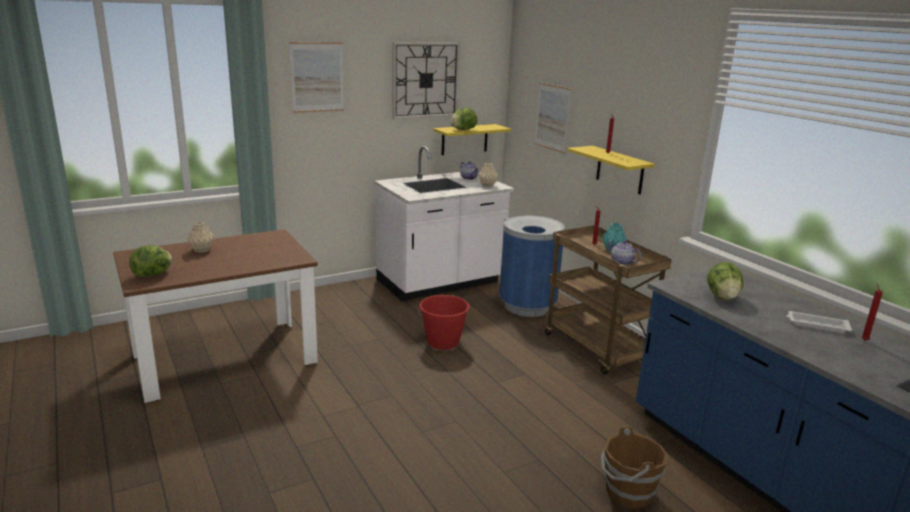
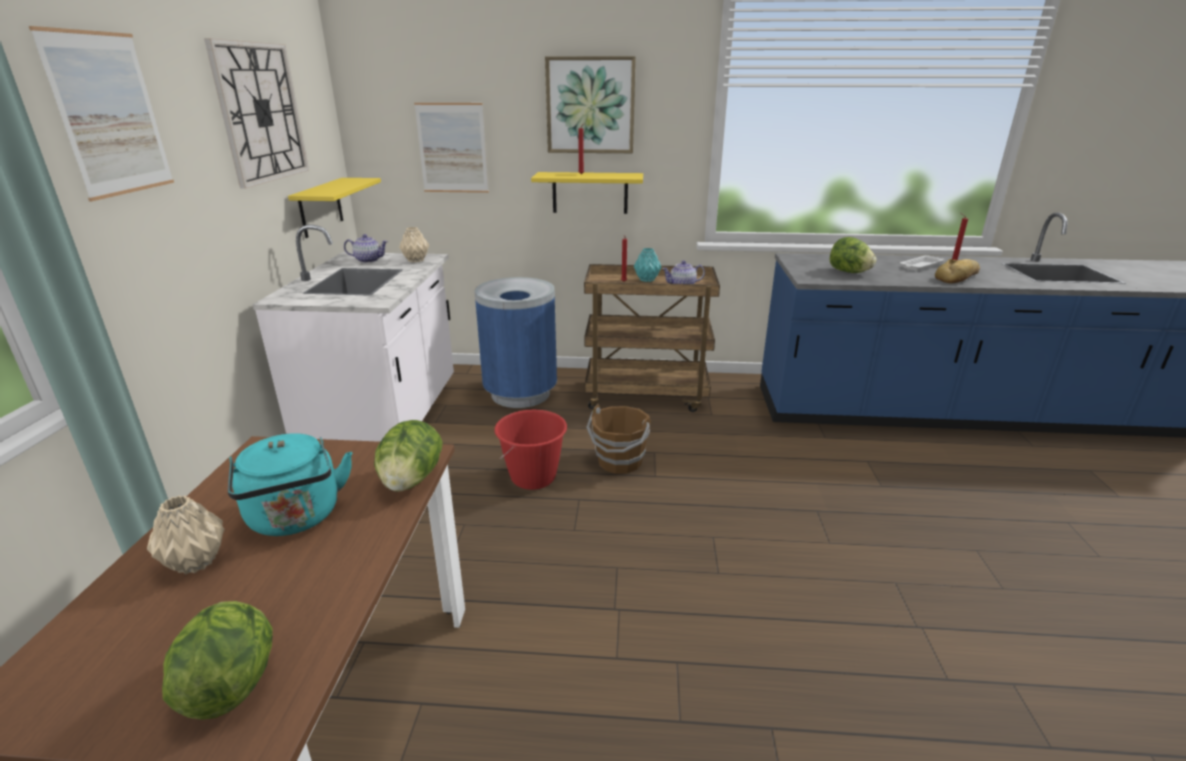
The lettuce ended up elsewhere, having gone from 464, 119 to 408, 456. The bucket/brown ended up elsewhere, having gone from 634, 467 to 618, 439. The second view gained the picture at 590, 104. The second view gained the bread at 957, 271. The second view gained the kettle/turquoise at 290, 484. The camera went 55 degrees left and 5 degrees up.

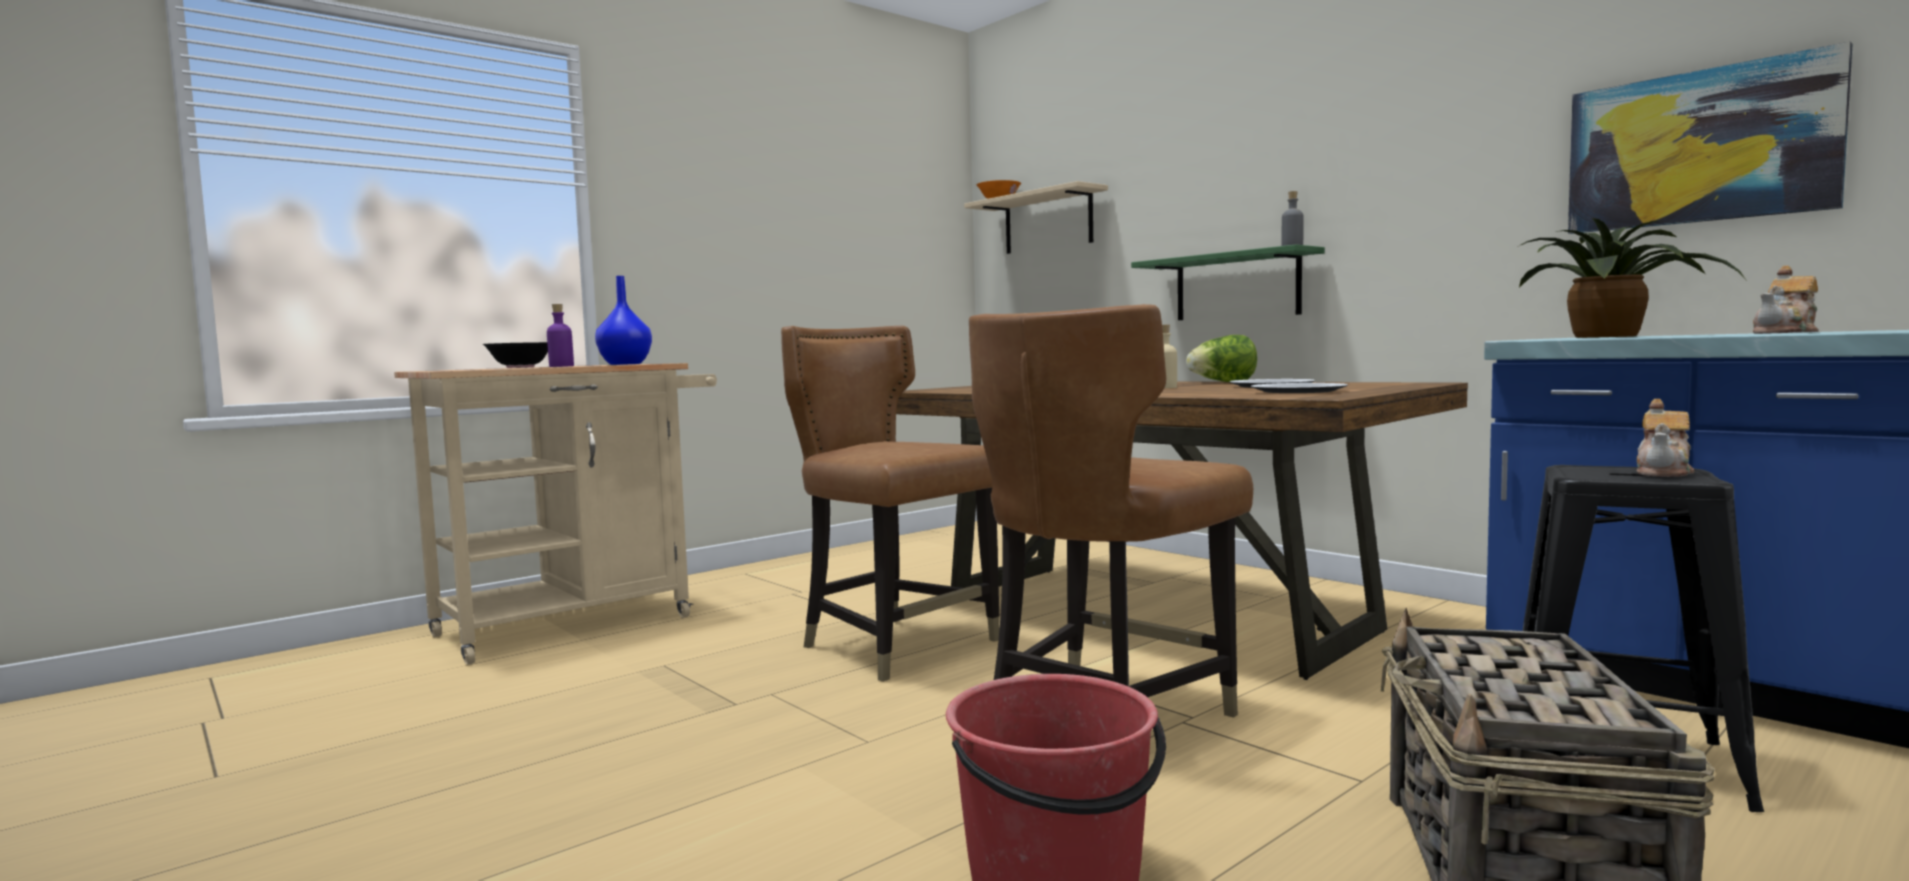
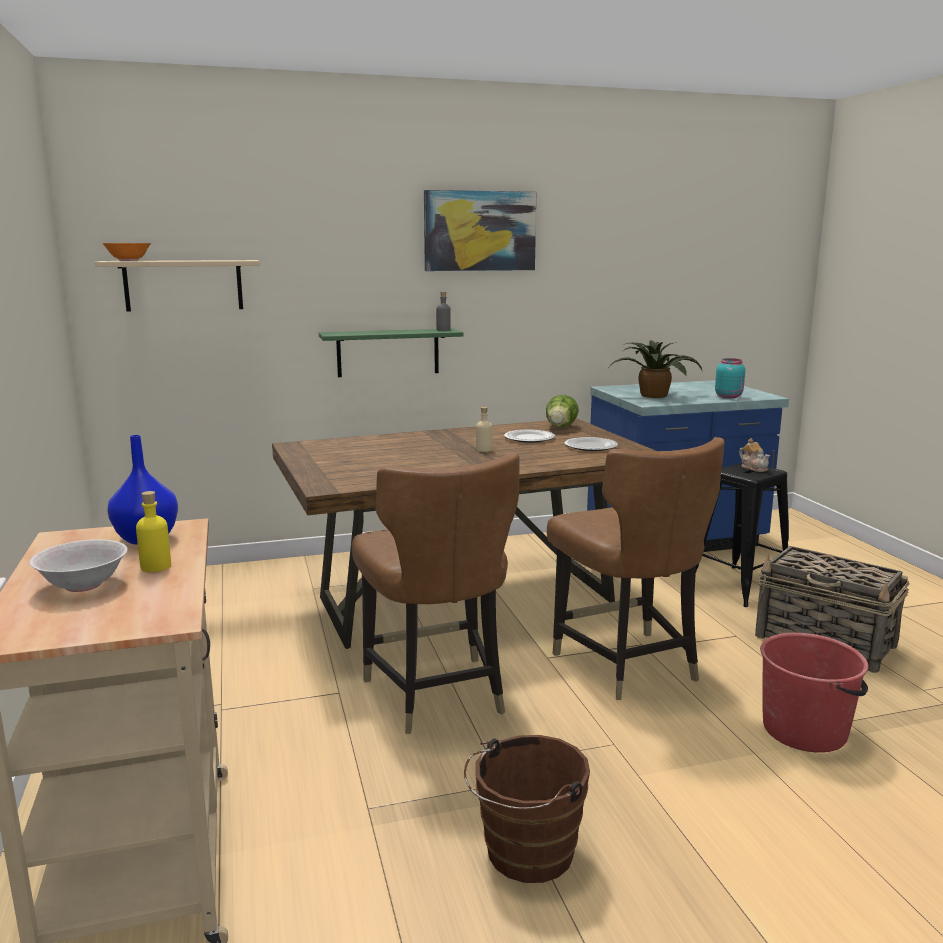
The picture ended up elsewhere, having gone from 1710, 138 to 480, 230. Where the teapot stood at 1786, 300, the jar/turquoise came to stand at 730, 378. What was the bottle/purple at 560, 335 turned into the bottle/yellow at 153, 531. The chair/brown at 890, 504 ended up facing another way, 90 degrees counterclockwise from before. The lettuce ended up elsewhere, having gone from 1221, 358 to 562, 411. What was the bowl/black at 515, 355 turned into the bowl/white at 78, 565. The second view gained the bucket/brown at 527, 809. The camera went 65 degrees left and 10 degrees up.

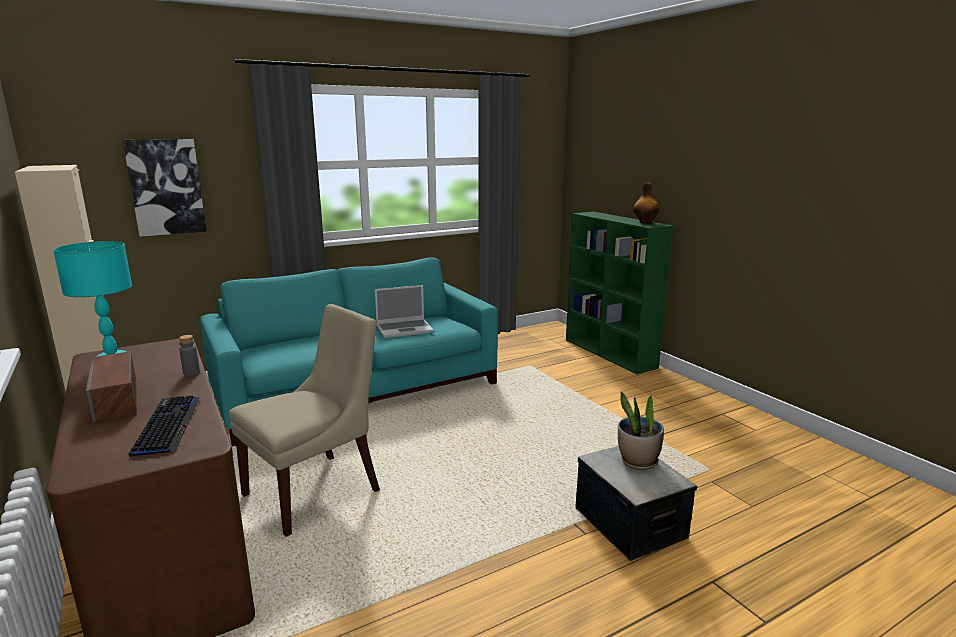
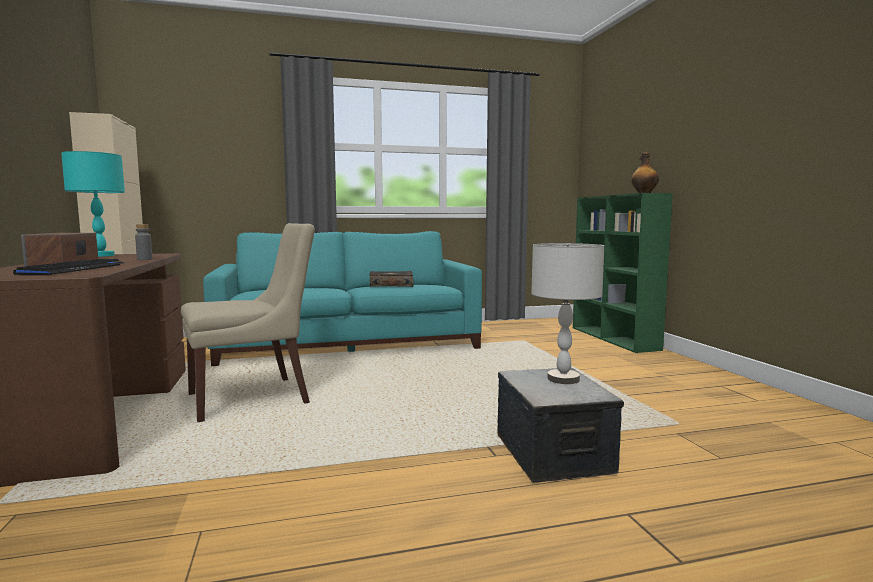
The second view lost the picture at 165, 188. Where the laptop stood at 404, 311, the book came to stand at 391, 279. Where the potted plant stood at 641, 430, the table lamp/grey came to stand at 567, 313. The camera went 15 degrees right and 10 degrees down.

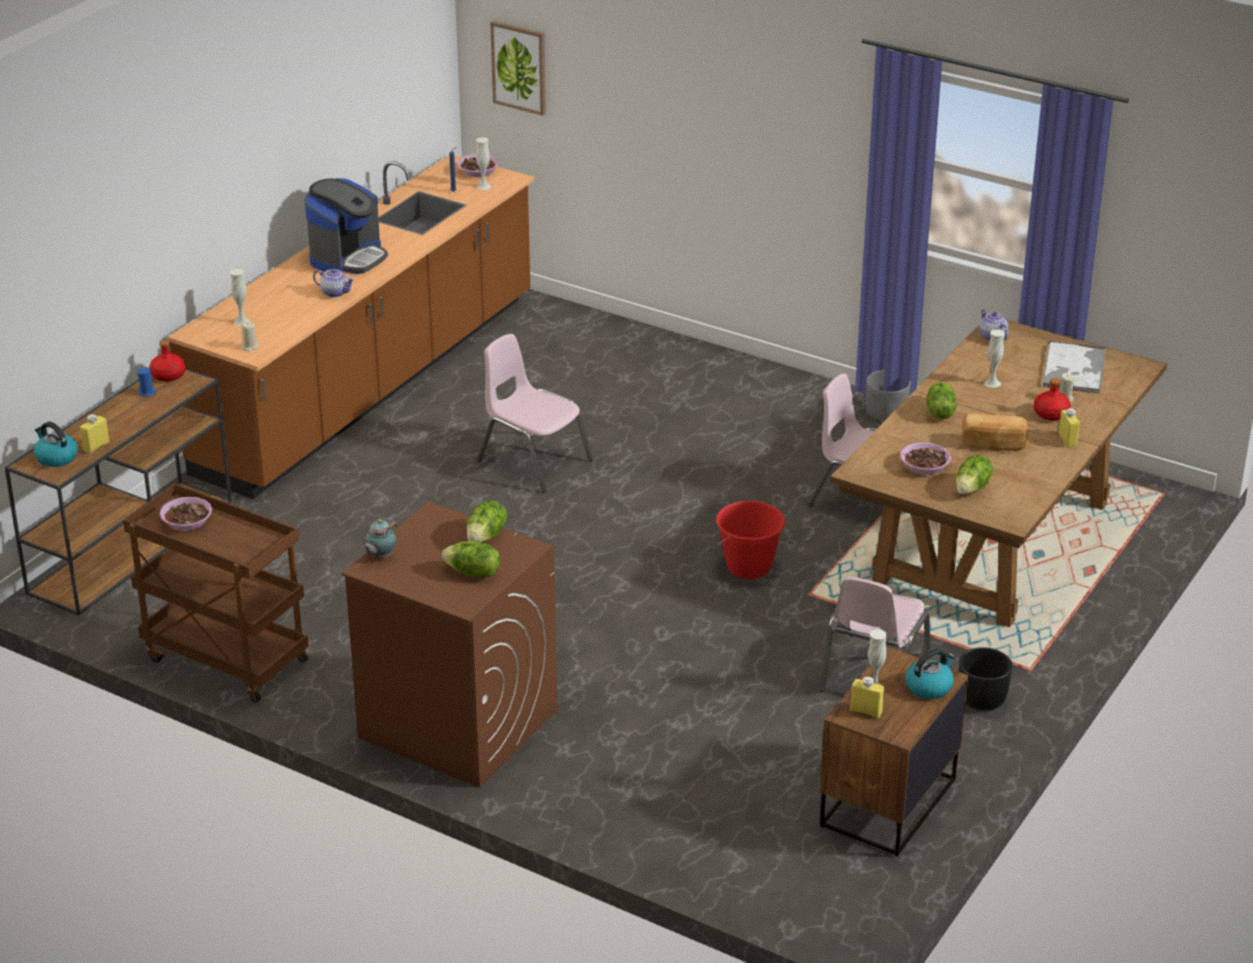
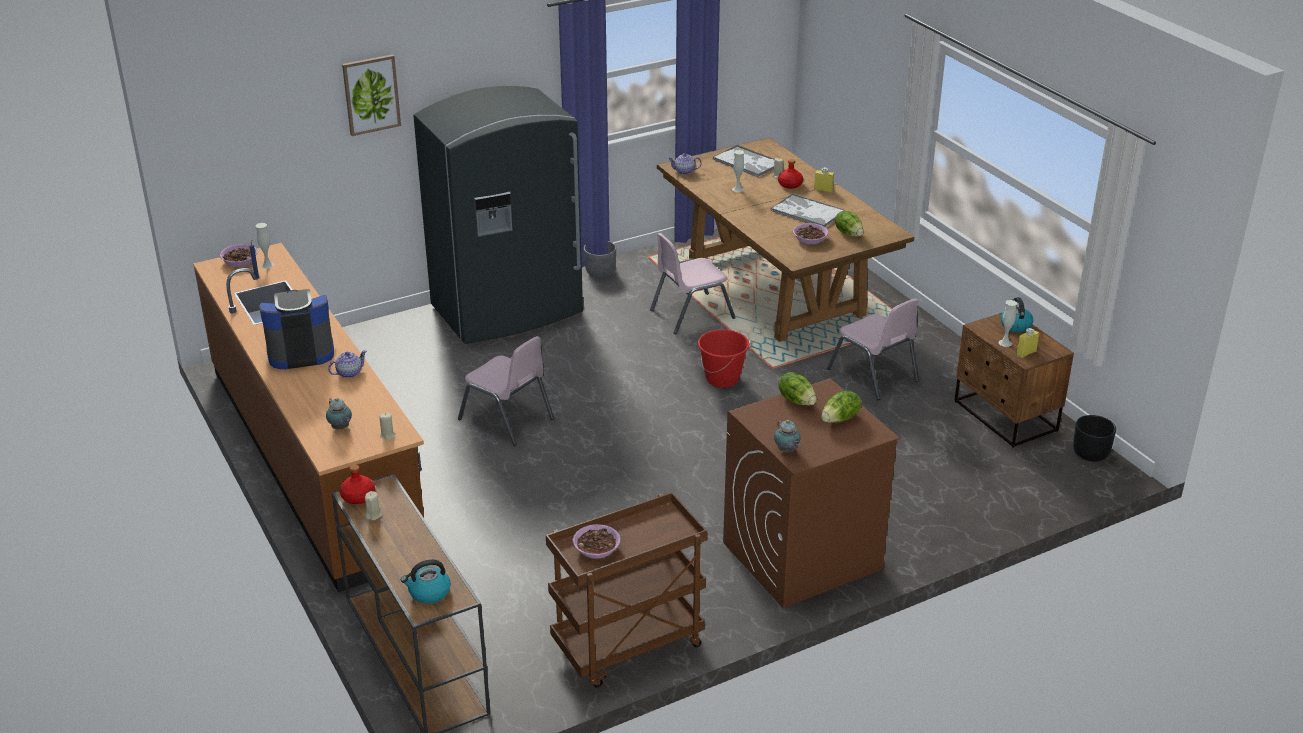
The picture ended up elsewhere, having gone from 518, 68 to 371, 95. The coffee machine at 346, 226 ended up facing another way, 75 degrees counterclockwise from before. Where the vase/white stood at 240, 297, the teapot came to stand at 339, 413. The chair/pink at 535, 413 ended up facing another way, 120 degrees counterclockwise from before. What was the candle/blue at 146, 381 turned into the candle/beige at 373, 505. The second view lost the lettuce at 941, 401. Where the bread stood at 994, 432, the tray came to stand at 807, 210. The second view lost the bottle/yellow at 94, 434. The planter/black ended up elsewhere, having gone from 986, 679 to 1094, 438. The second view gained the fridge/grey at 498, 215. The camera went 60 degrees left and 0 degrees up.

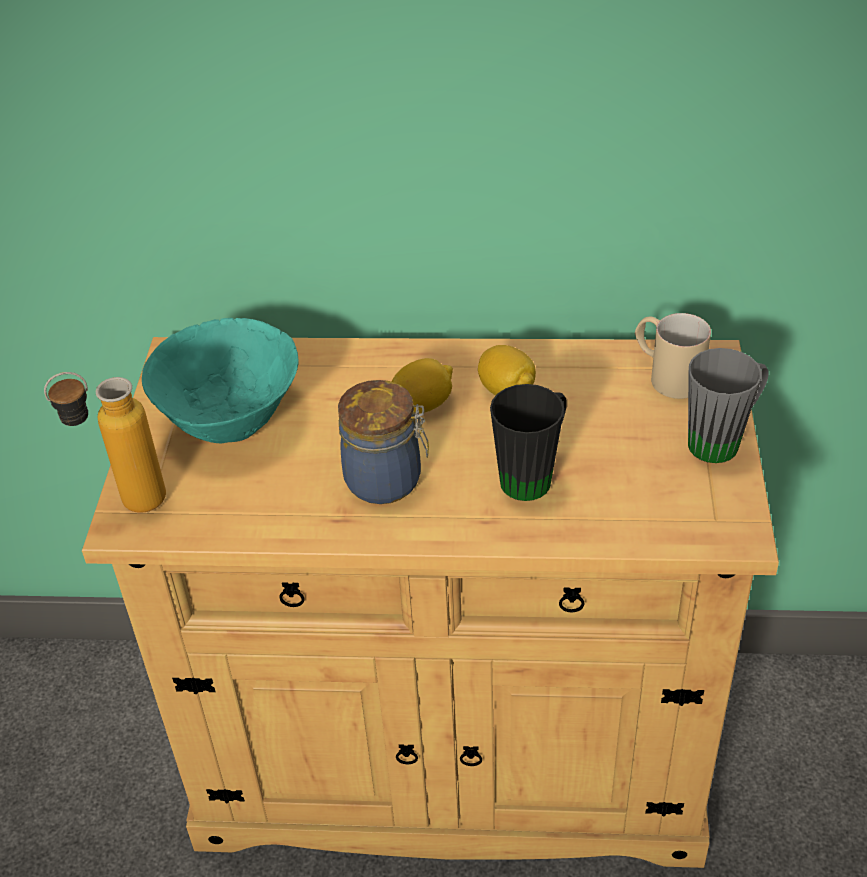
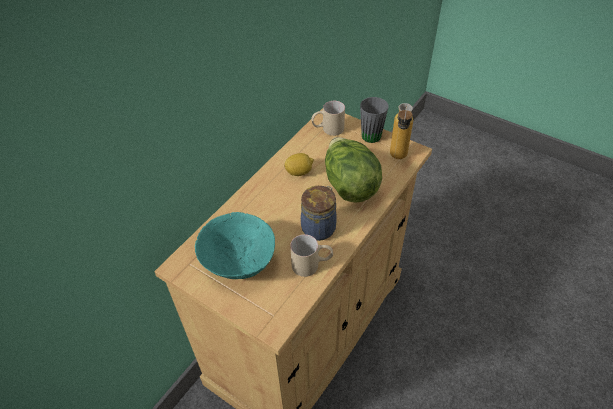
The second view lost the lemon at 422, 385. The bottle ended up elsewhere, having gone from 105, 442 to 401, 131. Where the mug/black stood at 528, 442, the lettuce came to stand at 353, 170. The second view gained the mug/beige at 311, 255. The camera went 60 degrees left and 5 degrees up.

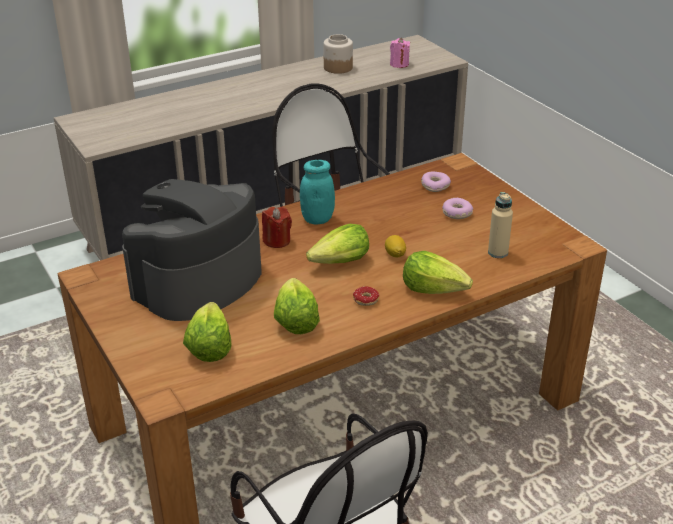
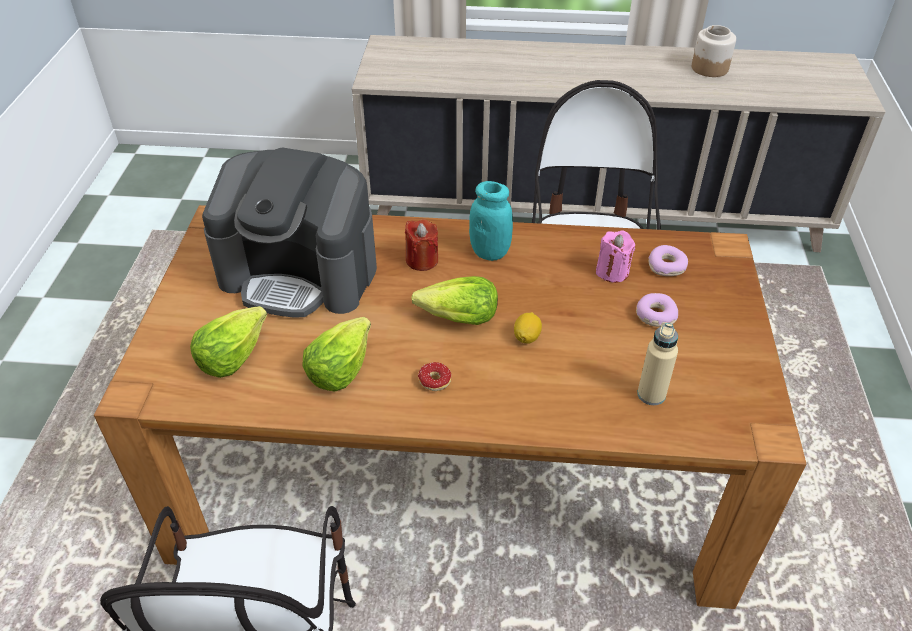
The candle/pink ended up elsewhere, having gone from 400, 53 to 615, 257. The coffee machine at 191, 250 ended up facing another way, 150 degrees counterclockwise from before. The second view lost the lettuce at 438, 272. The camera went 35 degrees right and 10 degrees up.

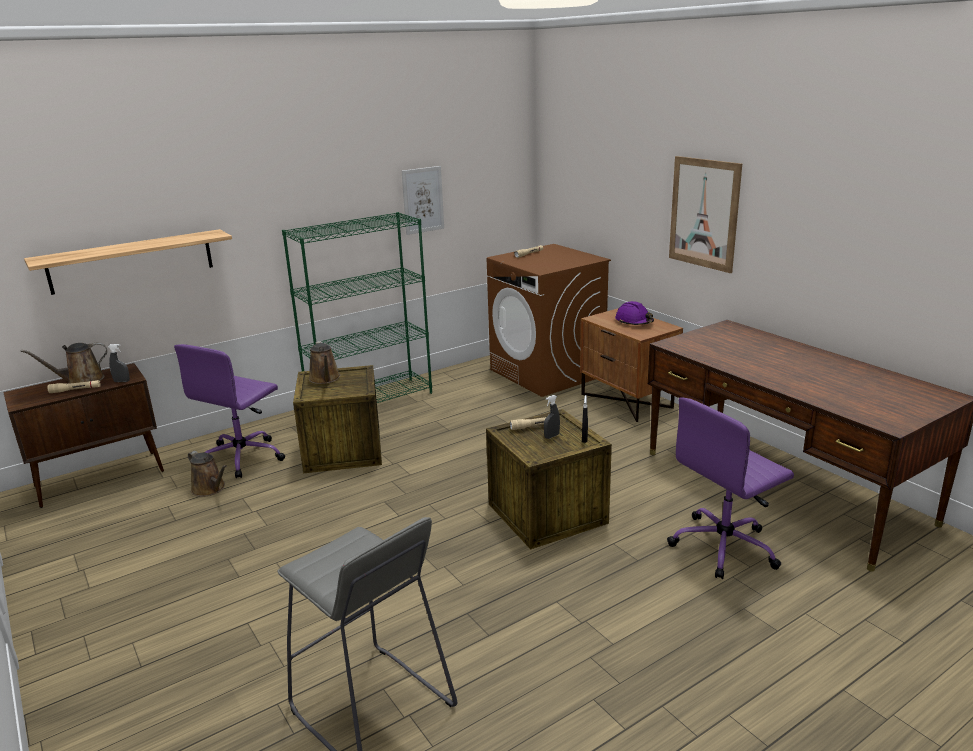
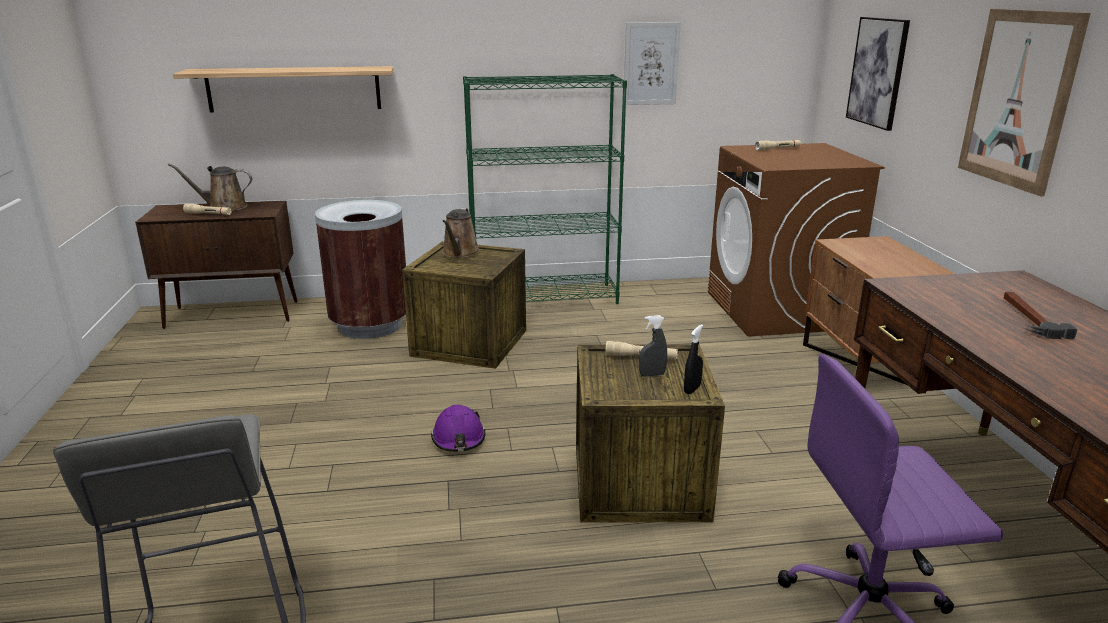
The hard hat/purple ended up elsewhere, having gone from 634, 313 to 458, 428. The second view lost the spray bottle/grey at 119, 363. Where the office chair/purple stood at 229, 411, the trash can/brown came to stand at 360, 269. The second view lost the watering can/brown at 207, 474. The second view gained the picture at 878, 74. The second view gained the hammer at 1040, 315. The camera went 25 degrees right and 0 degrees up.

